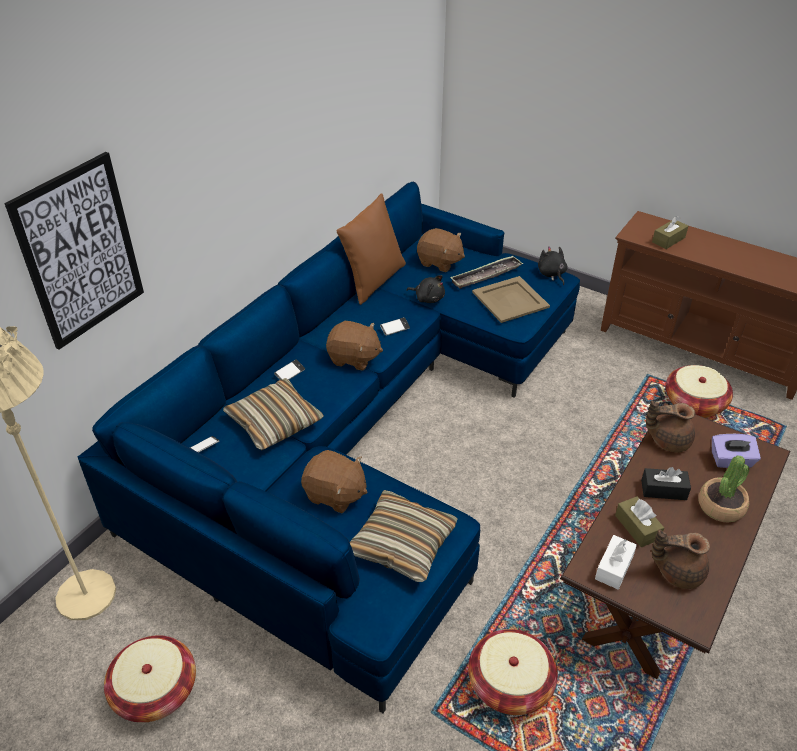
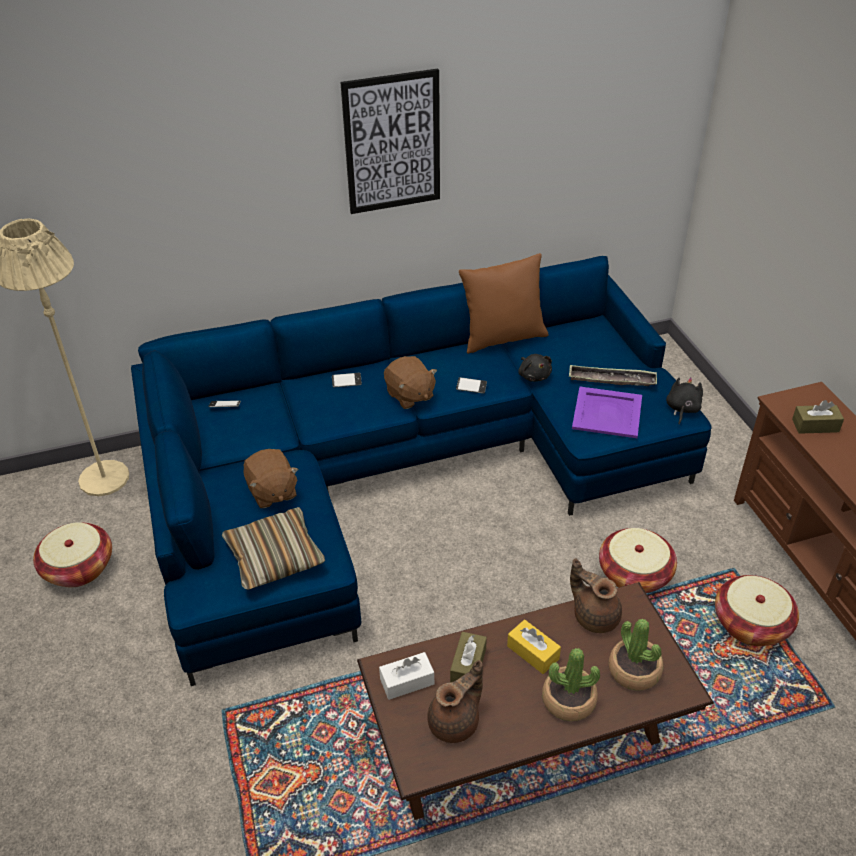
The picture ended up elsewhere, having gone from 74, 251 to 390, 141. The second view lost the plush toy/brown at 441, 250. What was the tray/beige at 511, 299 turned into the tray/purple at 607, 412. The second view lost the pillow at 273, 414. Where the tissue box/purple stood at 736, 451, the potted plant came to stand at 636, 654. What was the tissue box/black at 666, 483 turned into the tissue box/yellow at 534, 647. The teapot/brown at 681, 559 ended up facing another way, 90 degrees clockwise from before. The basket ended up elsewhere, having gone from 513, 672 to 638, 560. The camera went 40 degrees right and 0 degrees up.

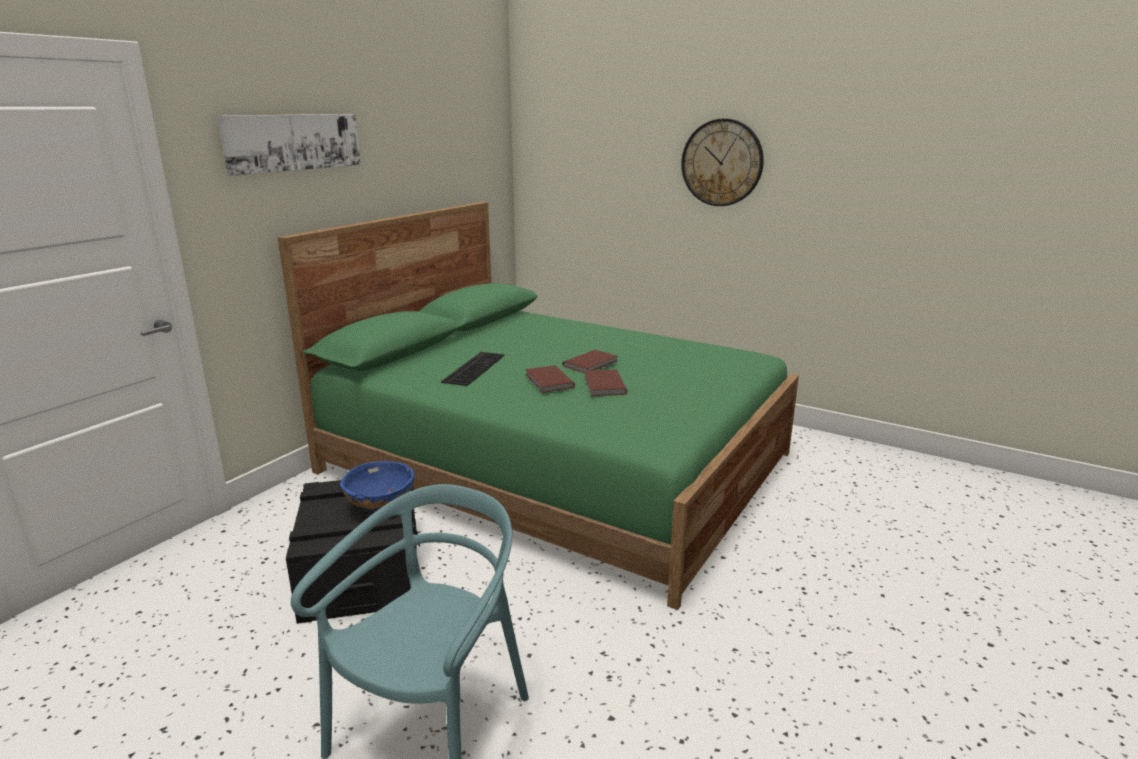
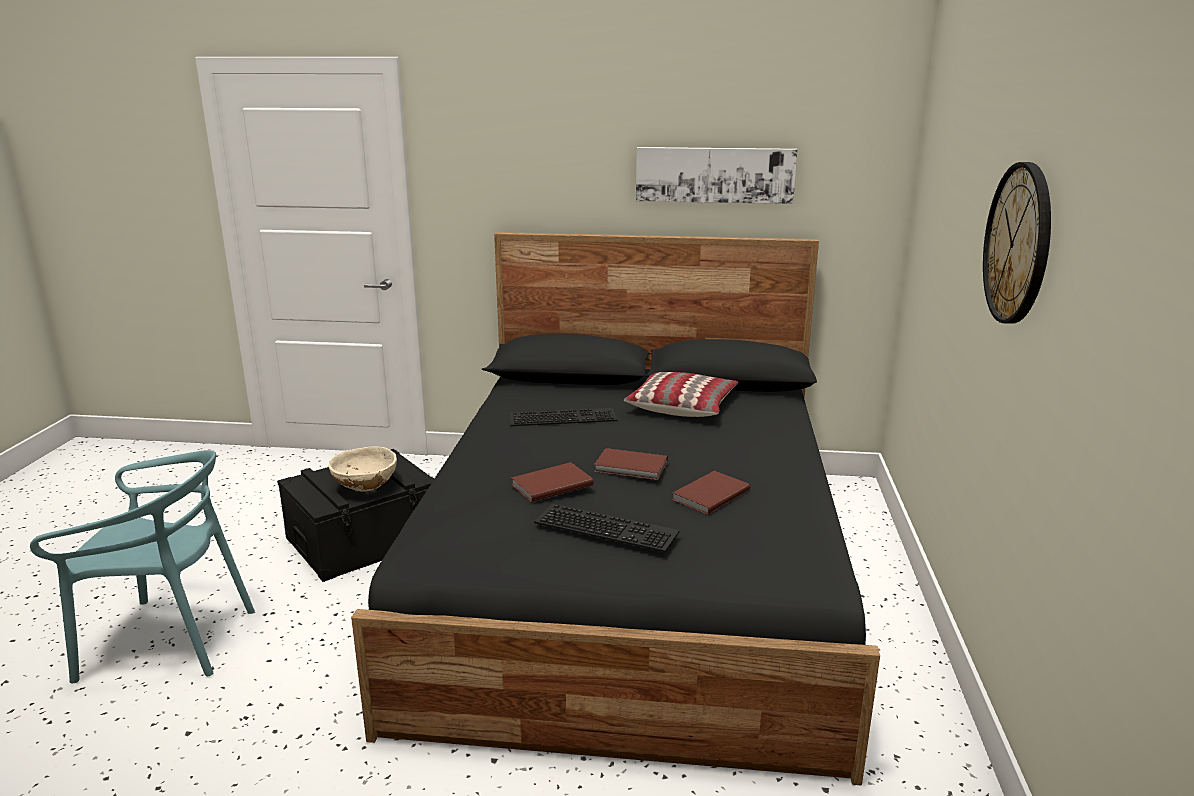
The picture ended up elsewhere, having gone from 289, 145 to 717, 175. What was the bed/green at 538, 406 turned into the bed/black at 615, 508. The book/brown ended up elsewhere, having gone from 550, 379 to 711, 493. What was the bowl/blue at 377, 486 turned into the bowl/beige at 362, 469. The second view gained the pillow at 681, 394. The second view gained the keyboard at 607, 527. The camera went 65 degrees right and 0 degrees up.

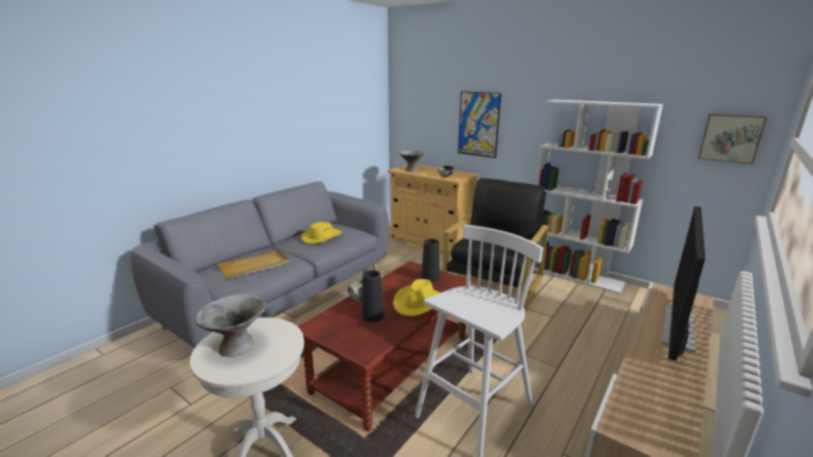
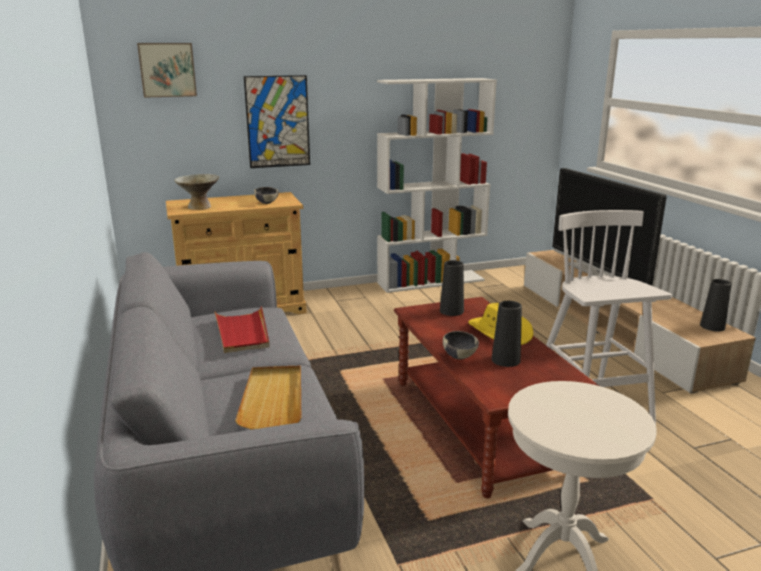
The picture ended up elsewhere, having gone from 732, 139 to 167, 70. The second view lost the armchair/black at 495, 244. Where the hat/yellow stood at 321, 233, the tray/red came to stand at 242, 329. The second view lost the bowl/grey at 230, 326. The second view gained the vase/black at 715, 305. The camera went 55 degrees left and 0 degrees up.

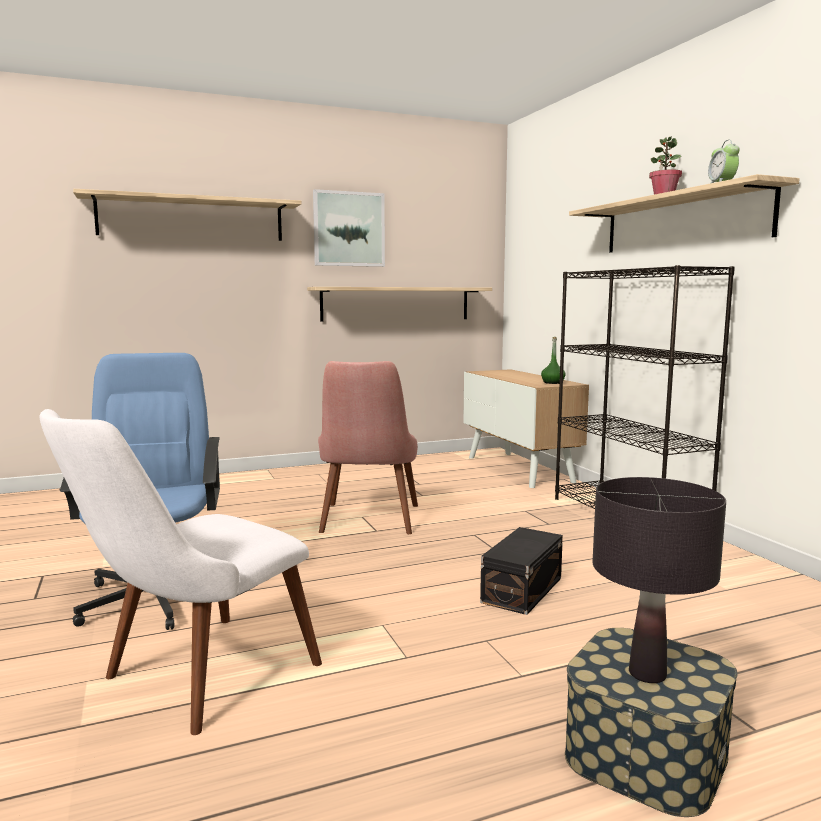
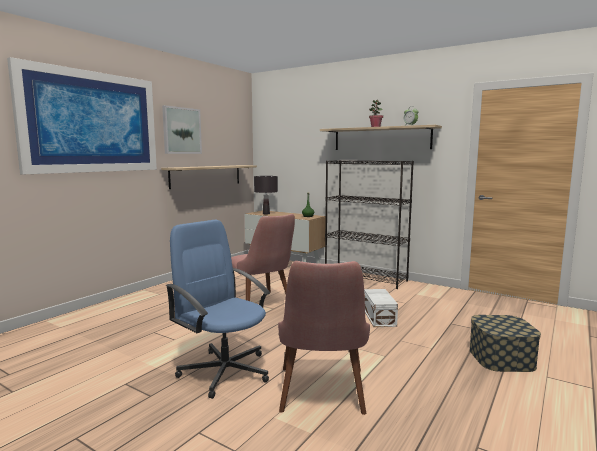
Where the shelf hung at 187, 215, the picture came to hang at 82, 115. What was the chair/white at 181, 572 turned into the chair/pink at 324, 338. The table lamp/black ended up elsewhere, having gone from 659, 580 to 266, 195. What was the storage box/black at 521, 571 turned into the storage box/white at 381, 308. The camera went 35 degrees left and 0 degrees up.

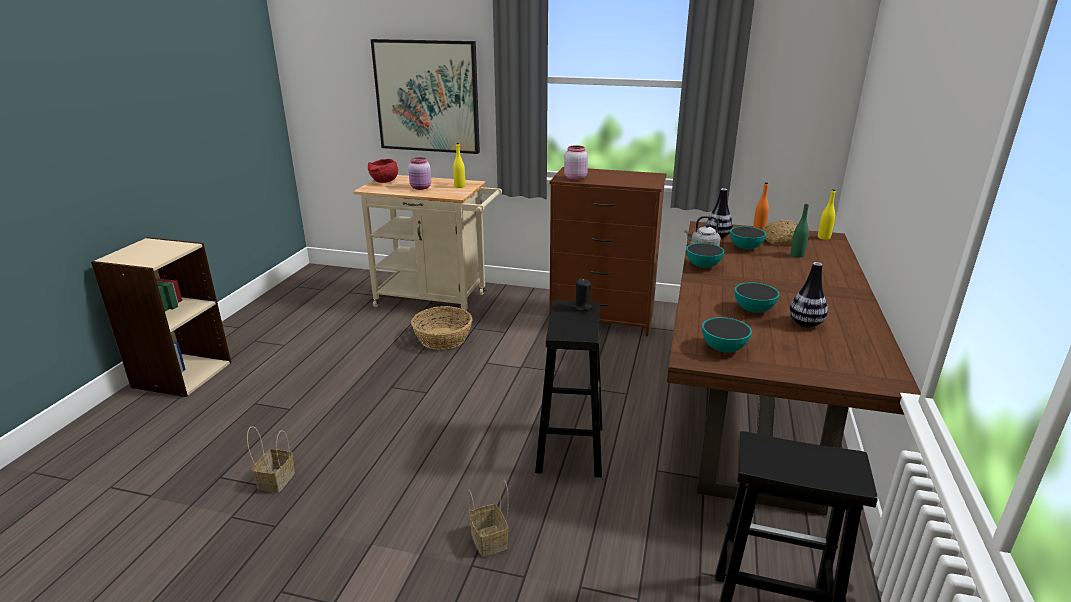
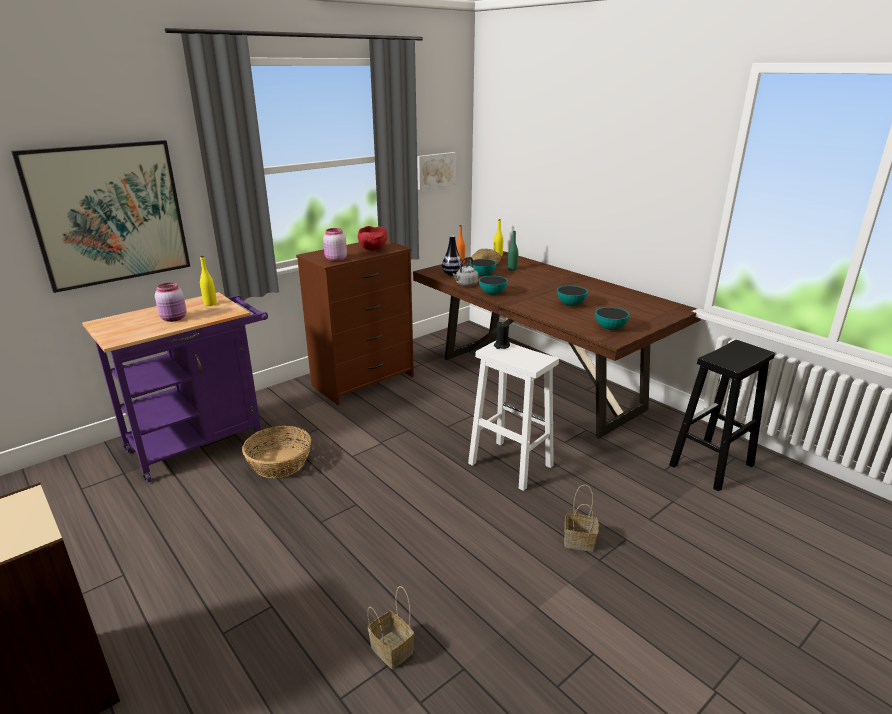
The bowl/red ended up elsewhere, having gone from 383, 171 to 372, 238. What was the cart/beige at 427, 245 turned into the cart/purple at 175, 387. The second view lost the vase at 808, 295. What was the stool/black at 568, 388 turned into the stool/white at 513, 416. The second view gained the picture at 436, 171. The camera went 55 degrees left and 0 degrees up.

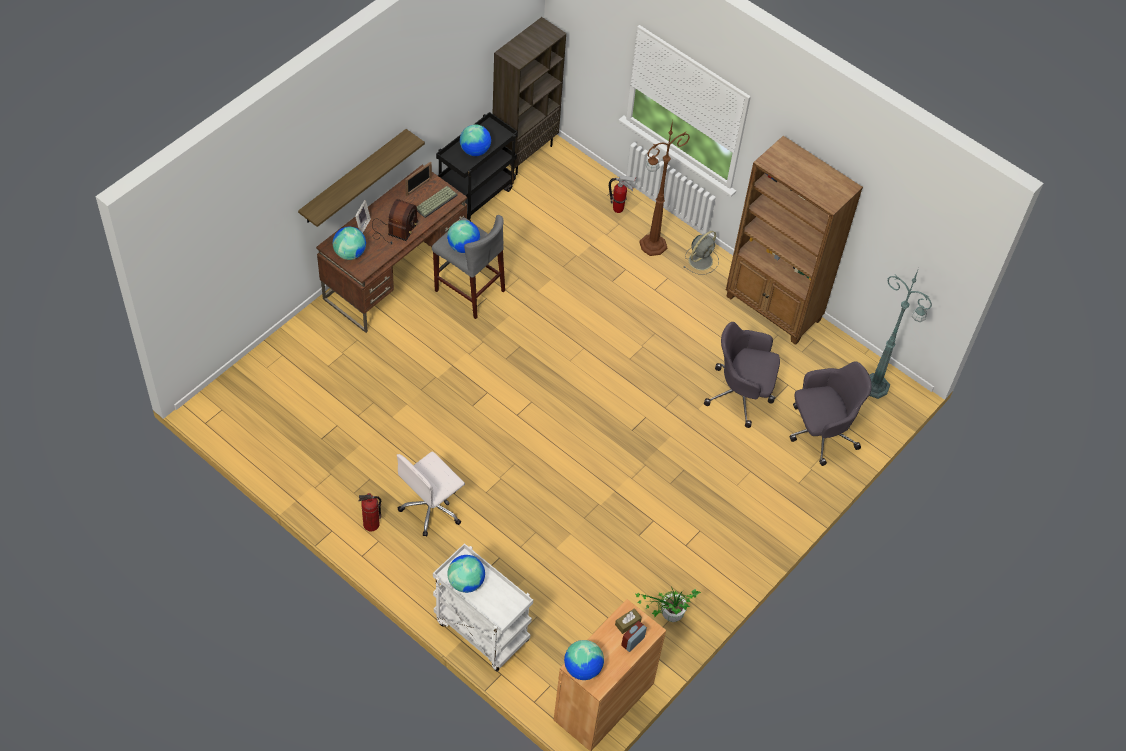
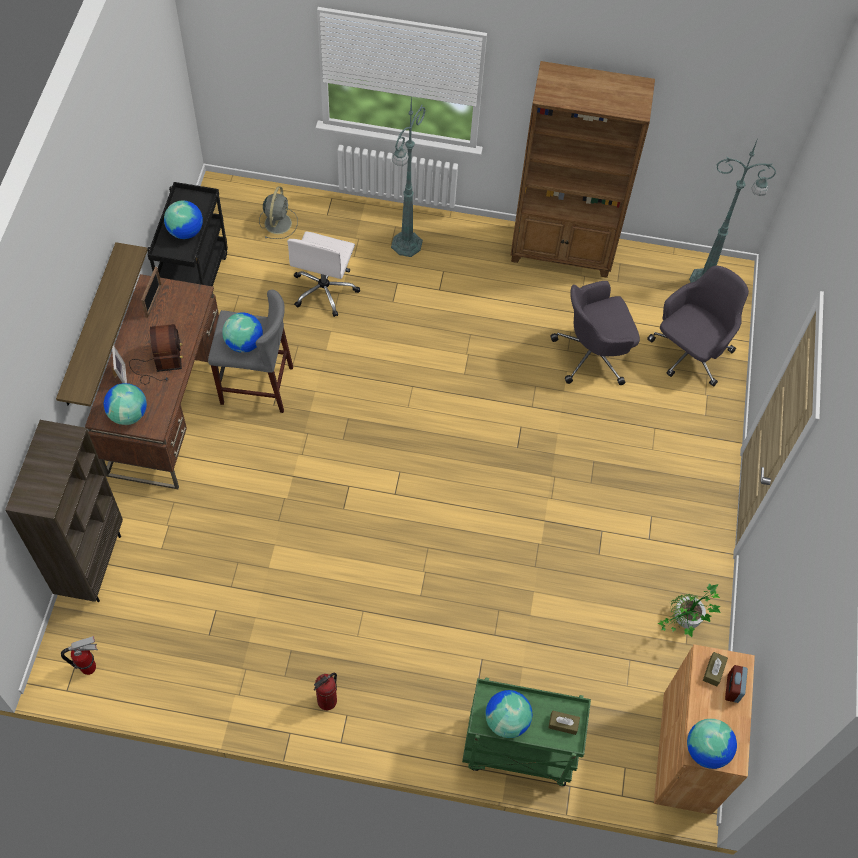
The bookcase/brown ended up elsewhere, having gone from 529, 96 to 64, 511. What was the floor lamp/brown at 664, 188 turned into the floor lamp/green at 408, 176. The fire extinguisher ended up elsewhere, having gone from 622, 194 to 79, 655. The second view lost the keyboard at 437, 202. The fan/grey ended up elsewhere, having gone from 701, 253 to 278, 212. The office chair/white ended up elsewhere, having gone from 431, 494 to 323, 274. What was the cart/white at 483, 607 turned into the cart/green at 526, 731. The second view gained the tissue box/brown at 564, 723. The camera went 30 degrees left and 5 degrees up.

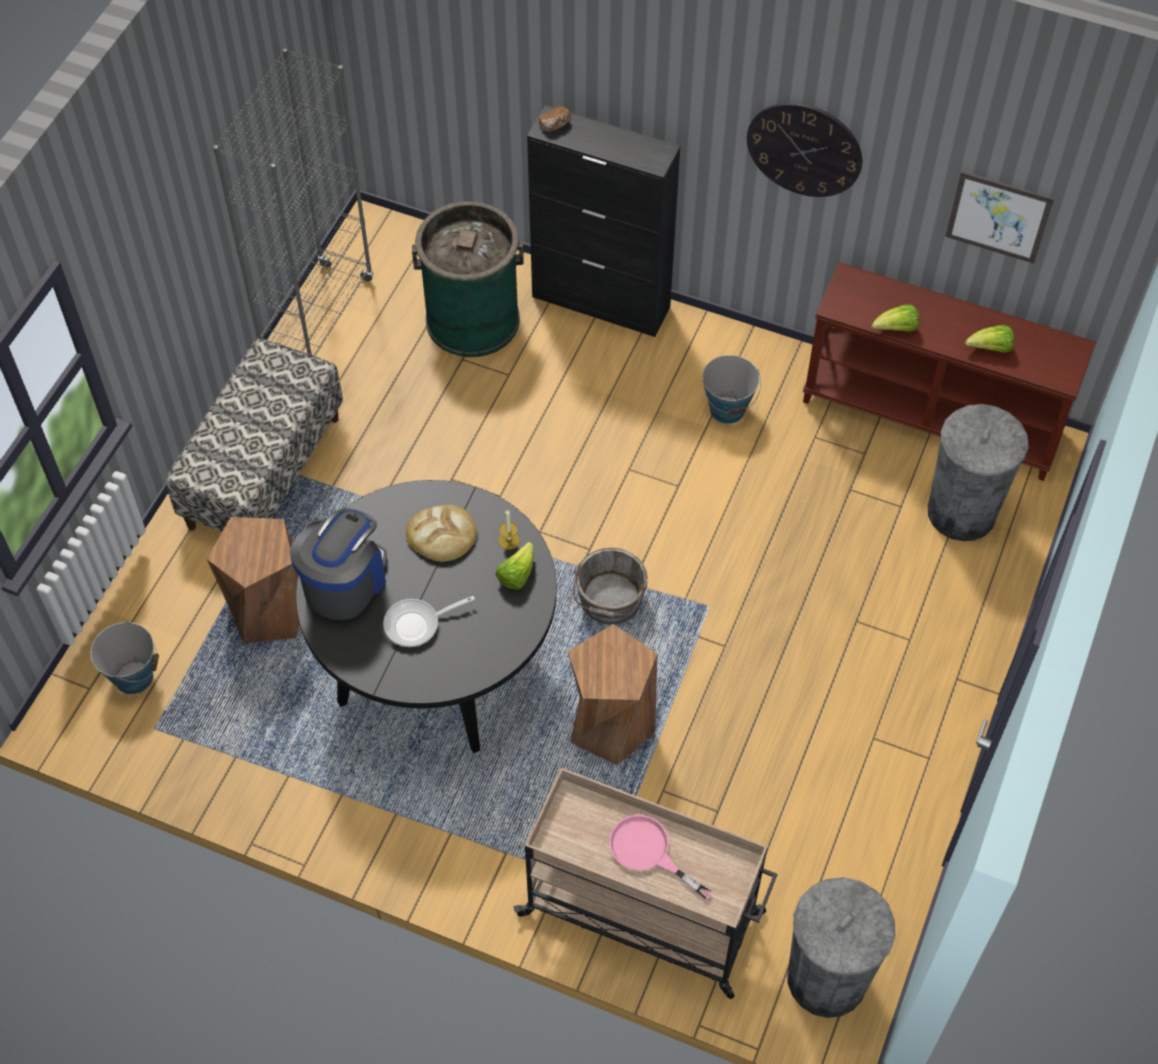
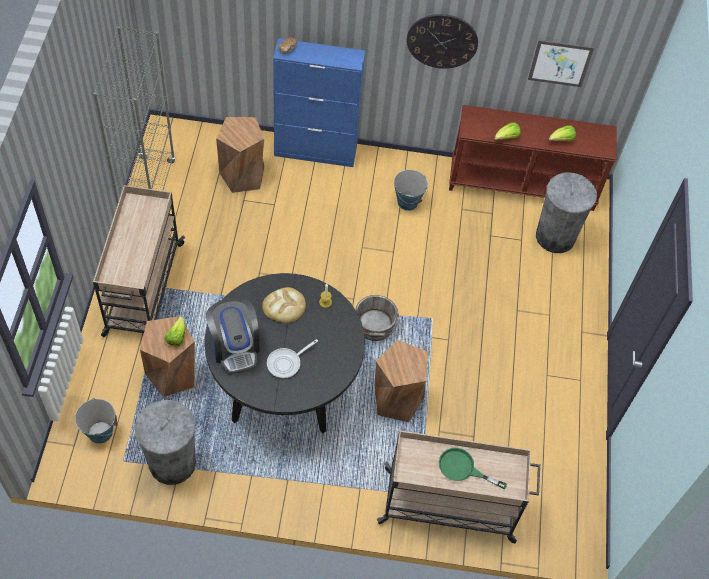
What was the cabinet/black at 603, 221 turned into the cabinet/blue at 319, 102. Where the trash can/green stood at 468, 279, the stool/brown came to stand at 240, 155. Where the bench stood at 254, 434, the cart/beige came to stand at 139, 261. The coffee machine at 338, 564 ended up facing another way, 150 degrees clockwise from before. The lettuce ended up elsewhere, having gone from 514, 566 to 175, 331. What was the frying pan/pink at 660, 857 turned into the frying pan/green at 473, 468. The trash can/grey ended up elsewhere, having gone from 841, 947 to 165, 442. The camera went 20 degrees left and 0 degrees up.

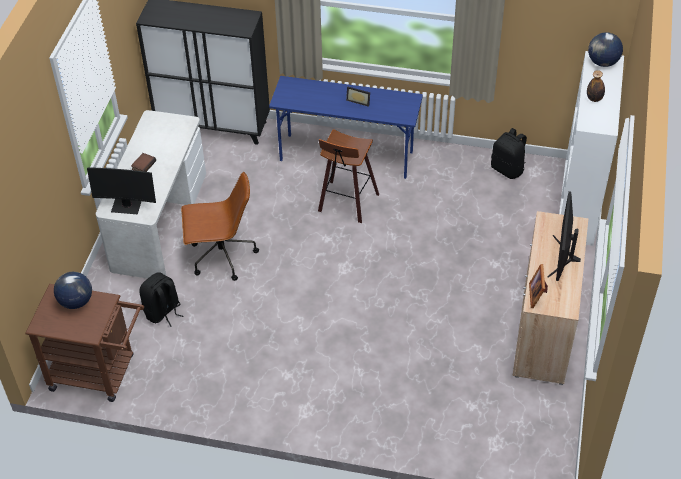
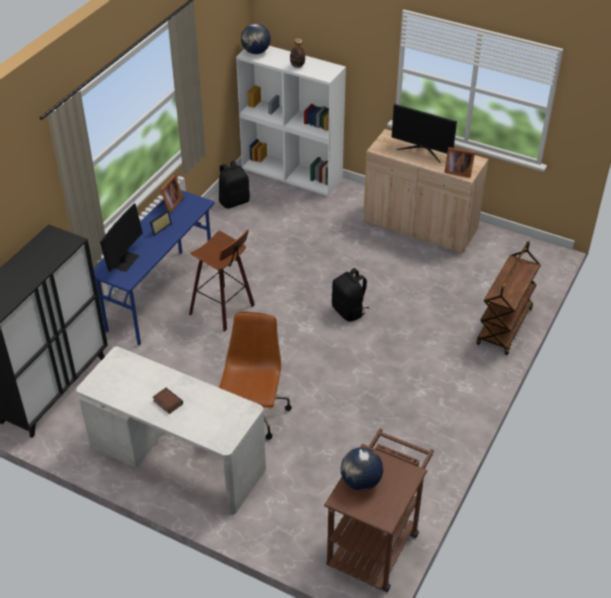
The monitor ended up elsewhere, having gone from 121, 191 to 121, 237. The backpack/black ended up elsewhere, having gone from 161, 299 to 350, 294. The second view gained the picture frame at 171, 194. The second view gained the cart/brown at 508, 298. The camera went 75 degrees left and 5 degrees down.

